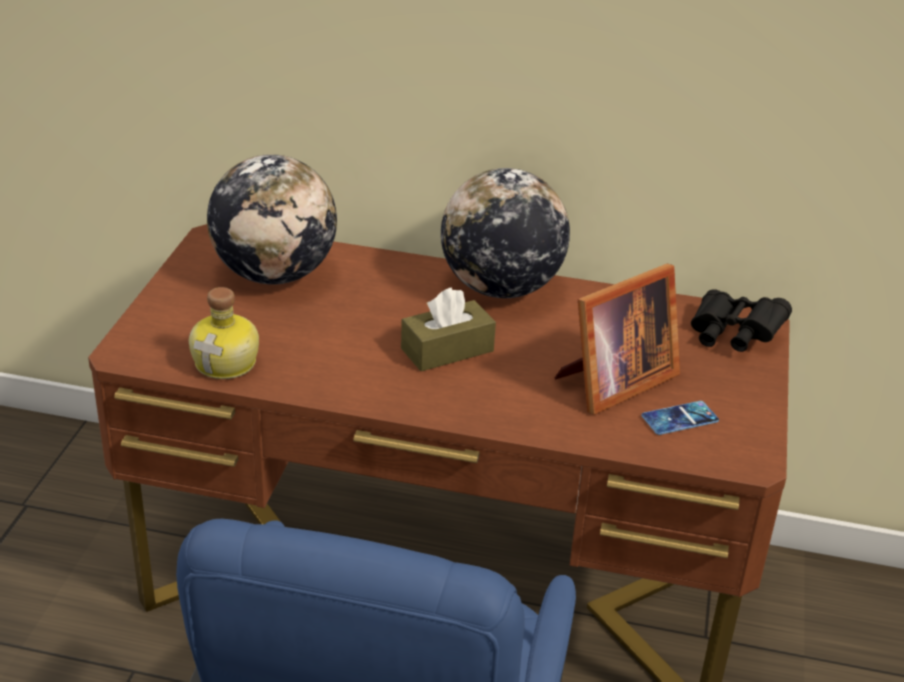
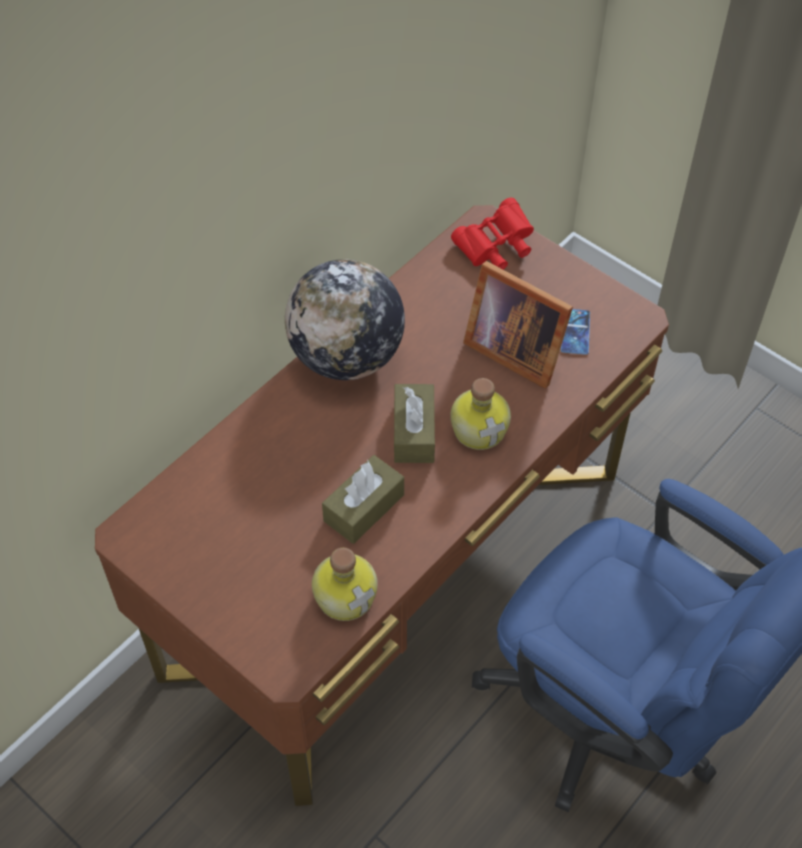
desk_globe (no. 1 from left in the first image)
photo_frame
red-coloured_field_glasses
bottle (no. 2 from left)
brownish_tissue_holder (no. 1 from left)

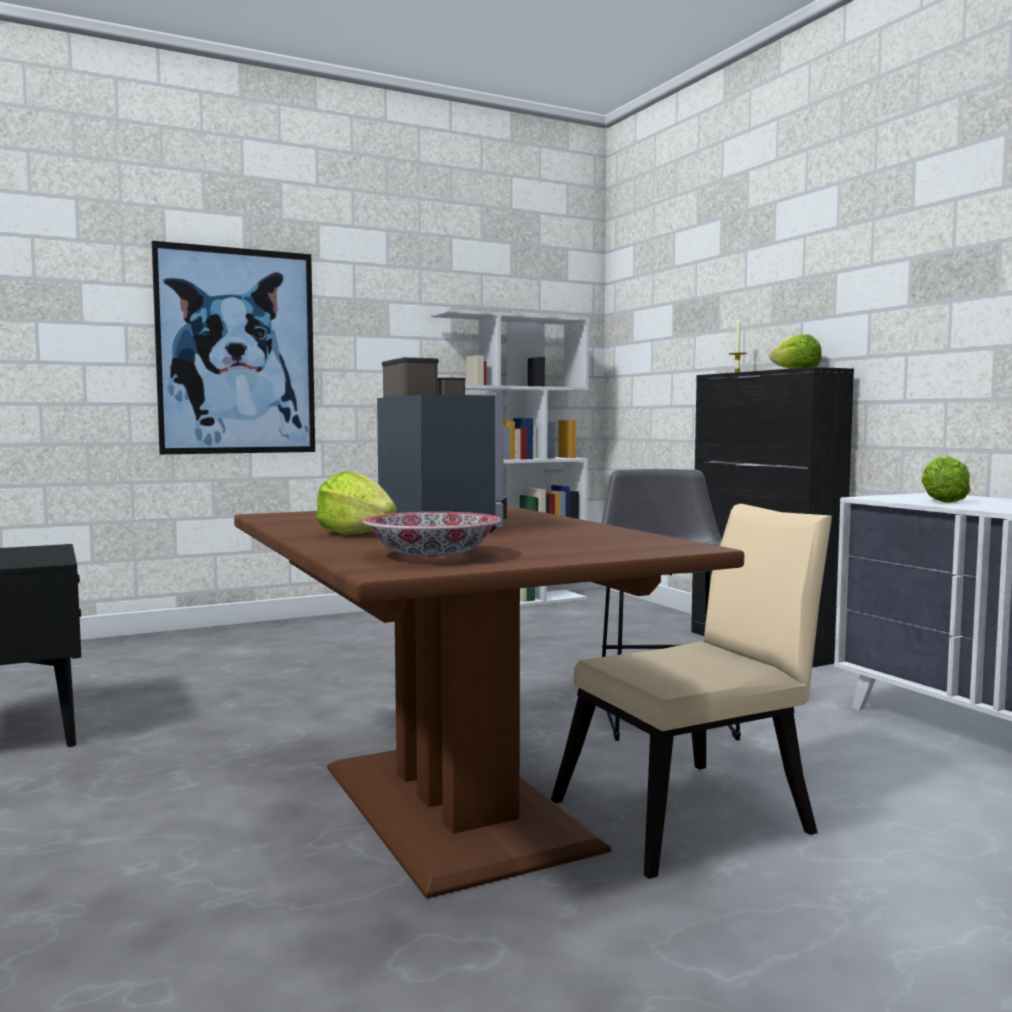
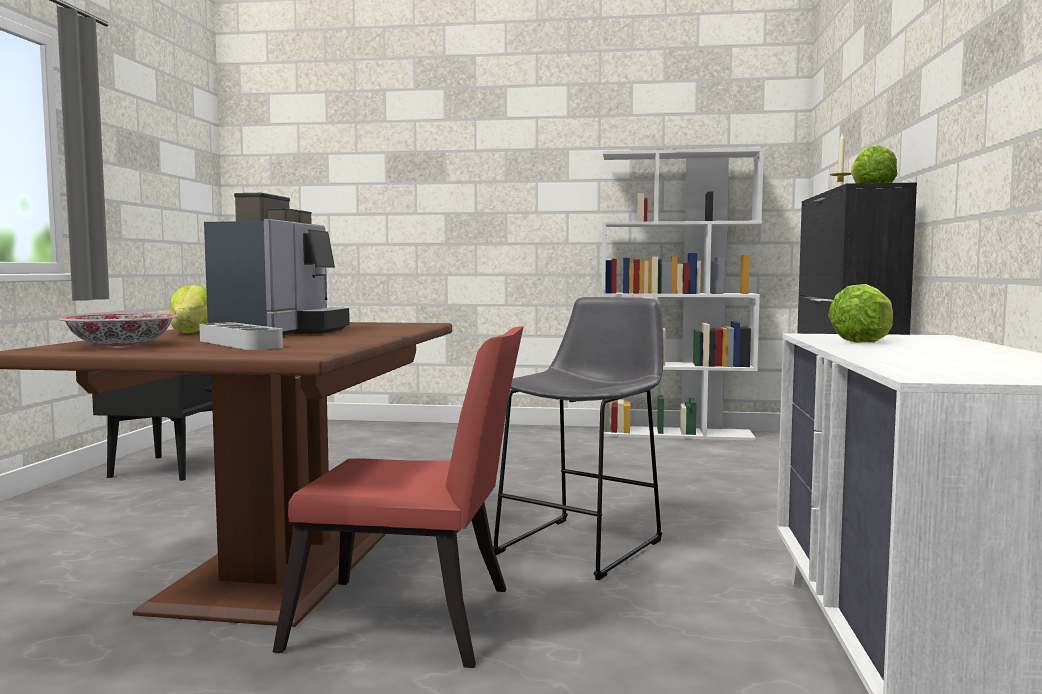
wall_picture
red-coloured_upright_chair
grey_carrying_tray

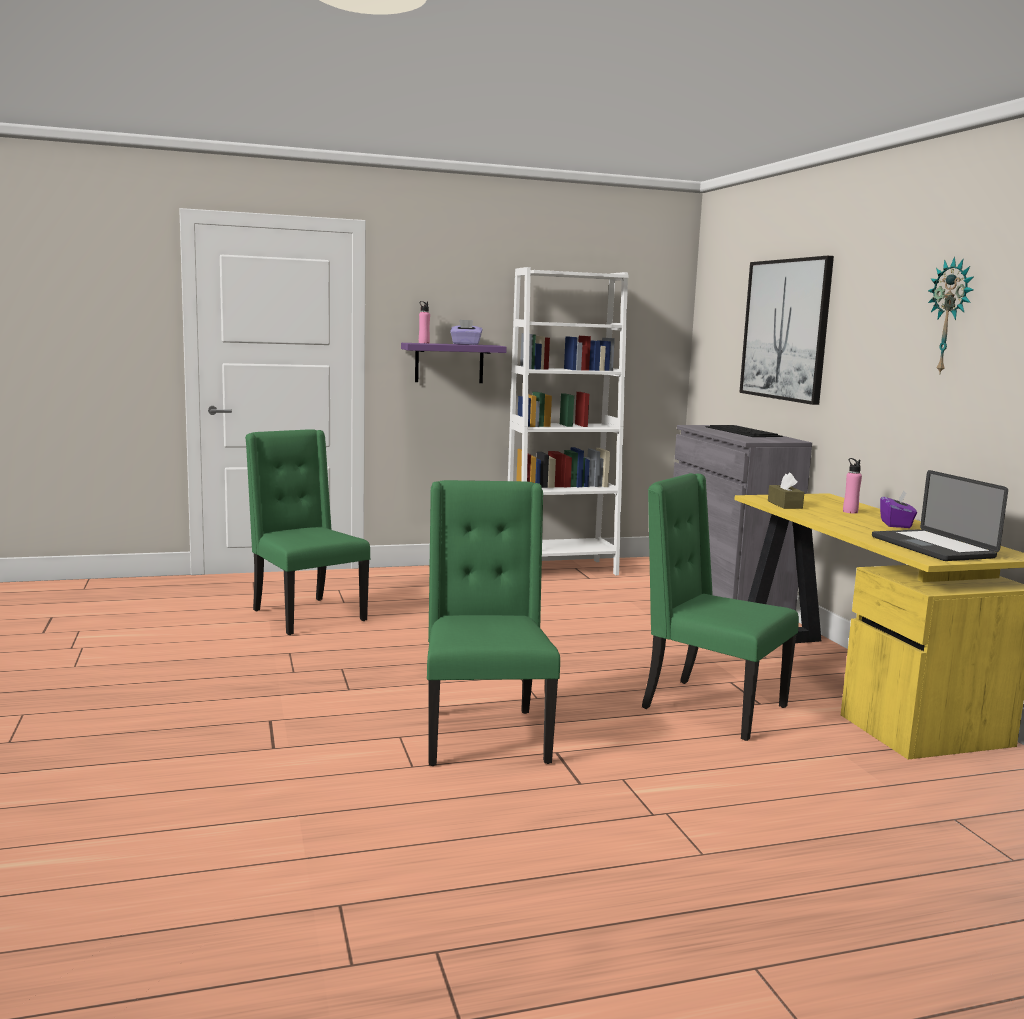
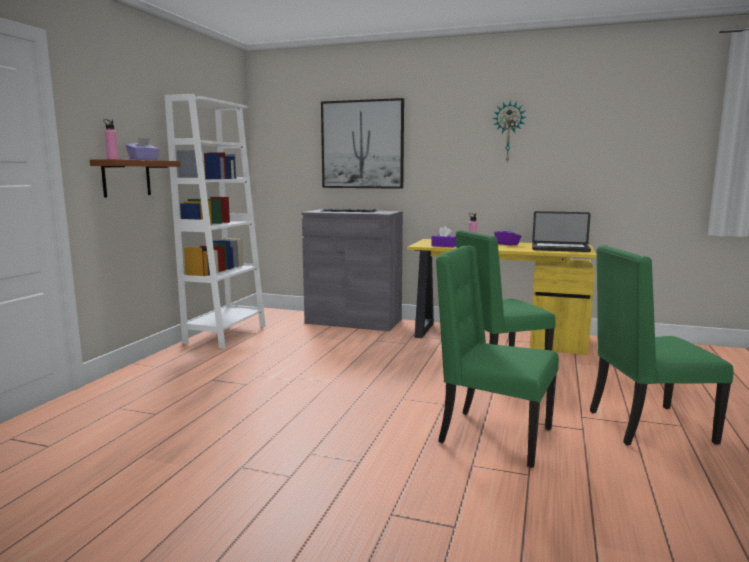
brownish_wall_shelf
green_upright_chair (no. 3 from left)
purple_tissue_holder (no. 2 from left)

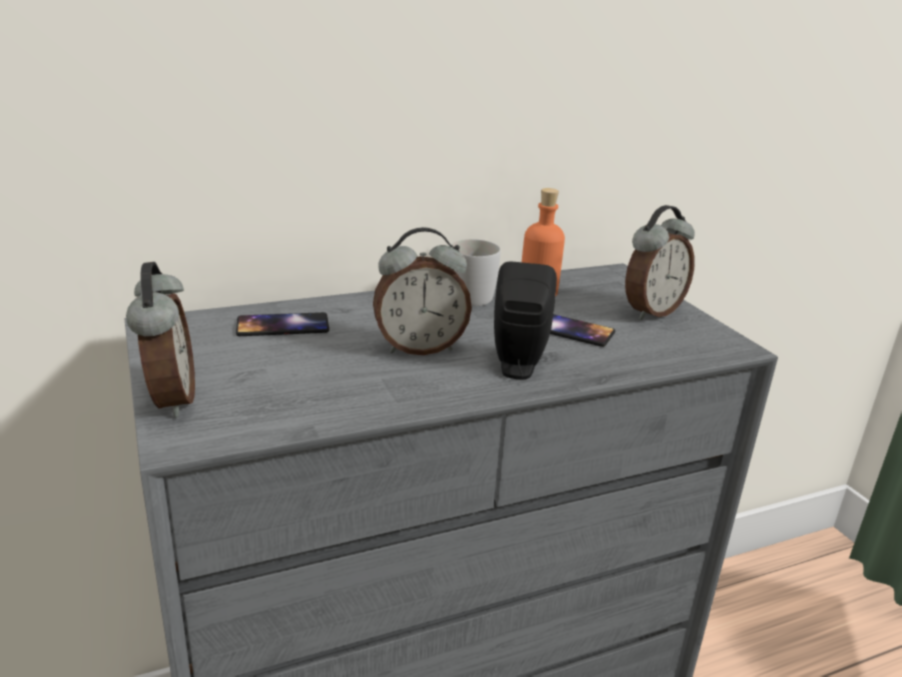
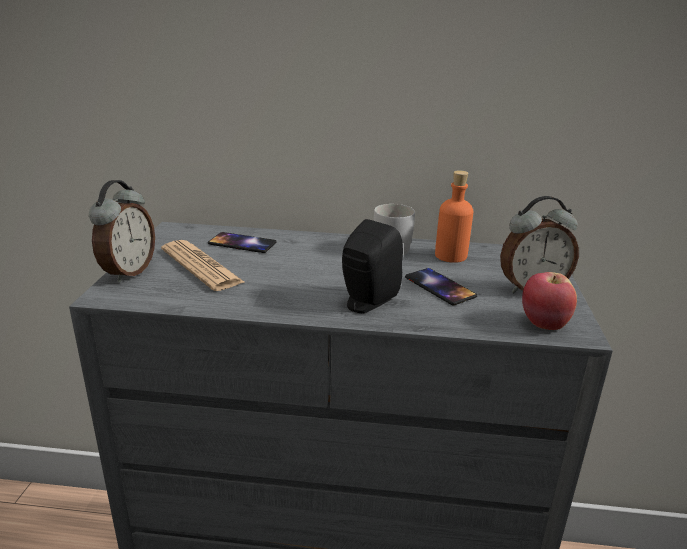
table_clock (no. 2 from left in the first image)
newspaper
whole_apple

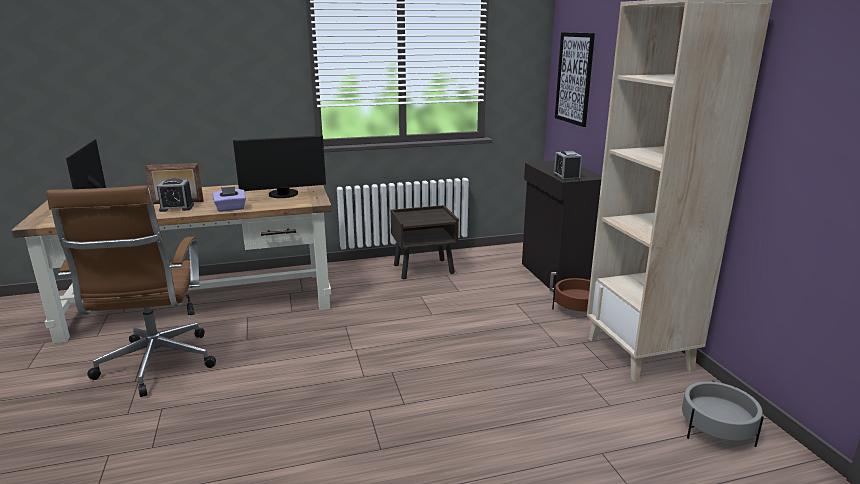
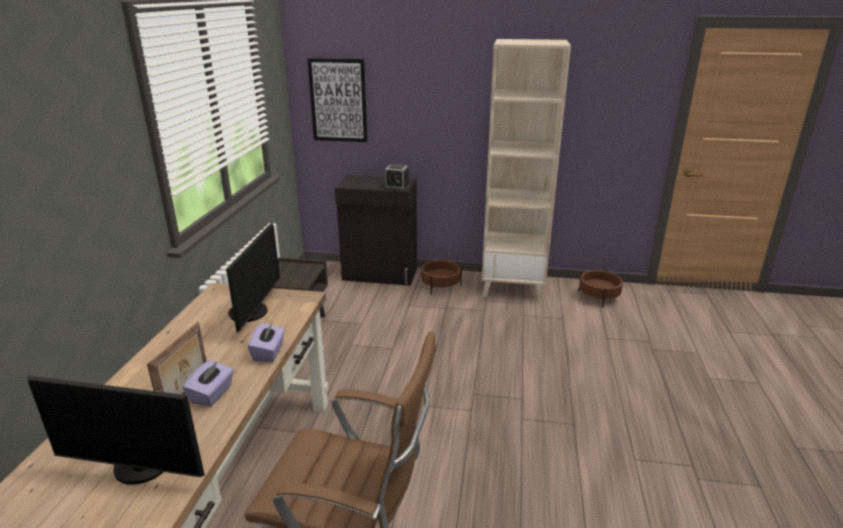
purple_tissue_holder (no. 1 from left)
brownish_flower_pot (no. 2 from left)

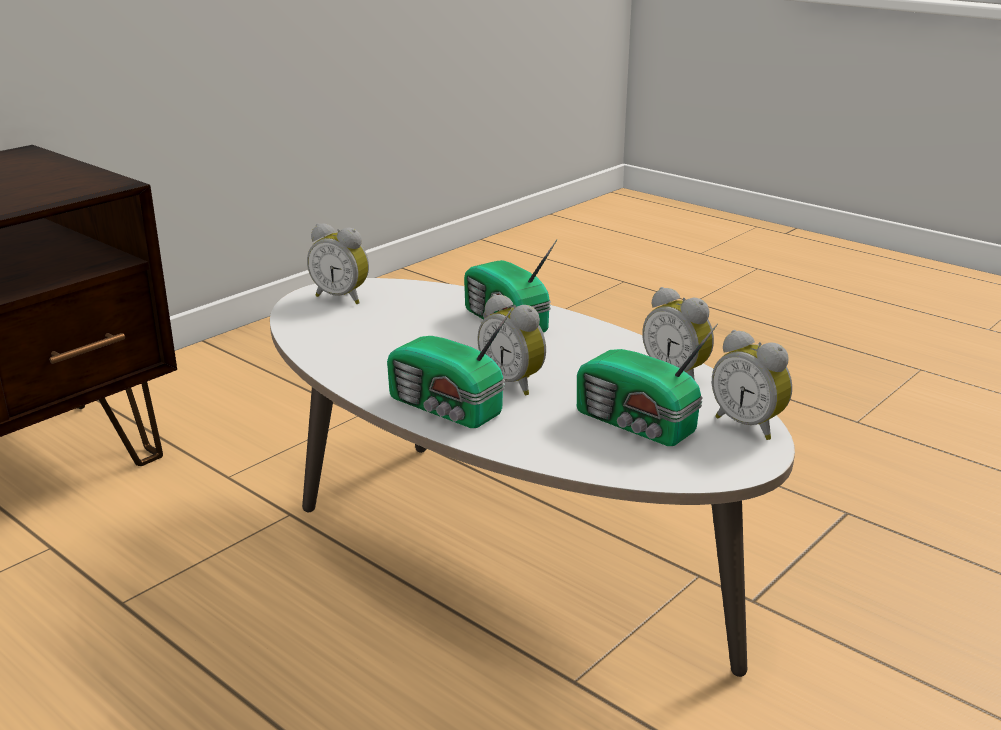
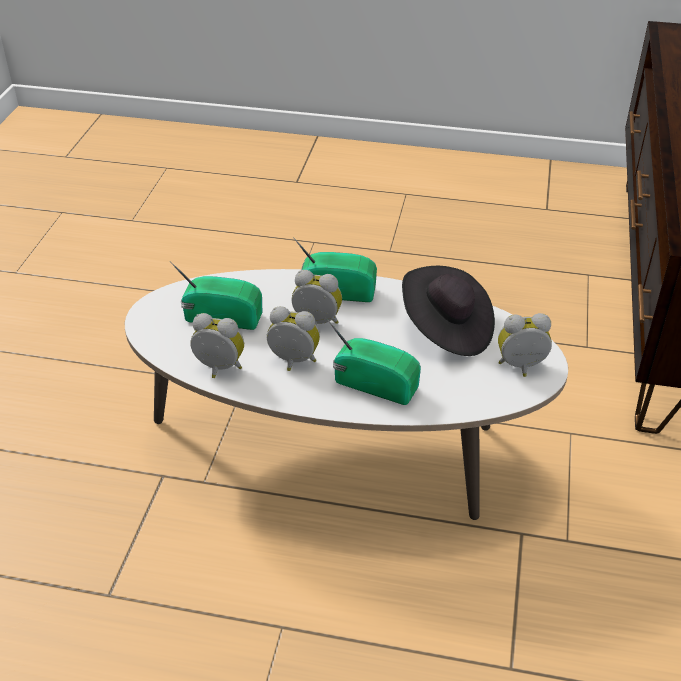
table_clock (no. 2 from left)
black-coloured_hat

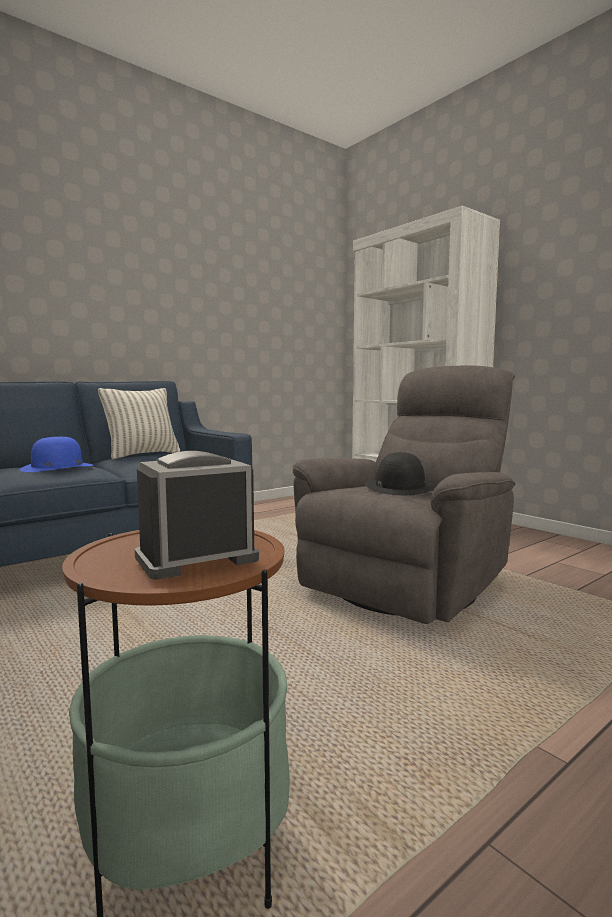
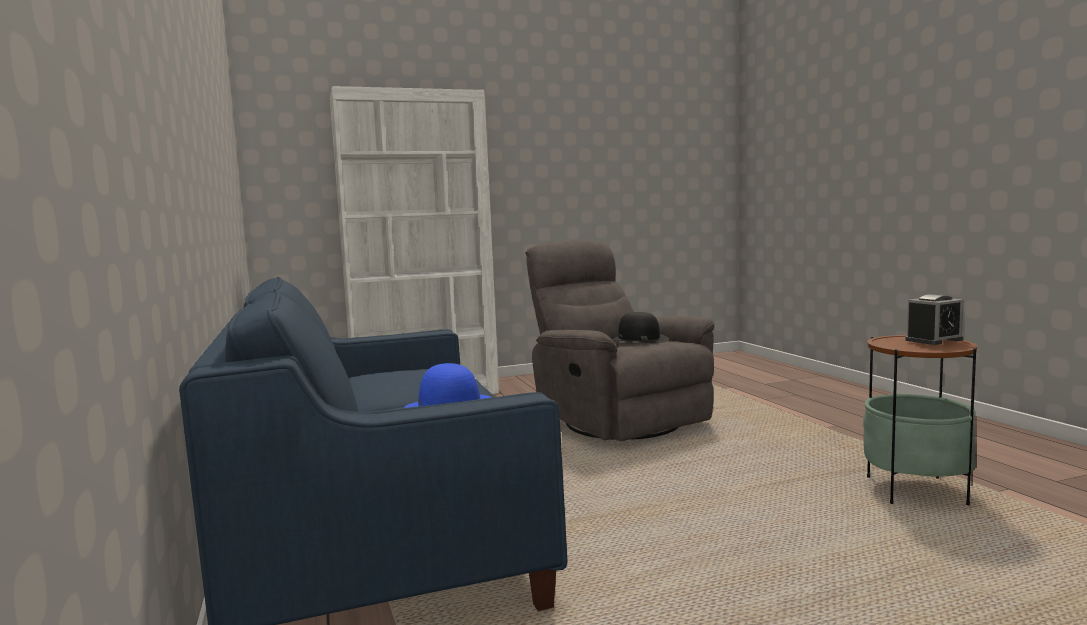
throw_pillow
table_clock

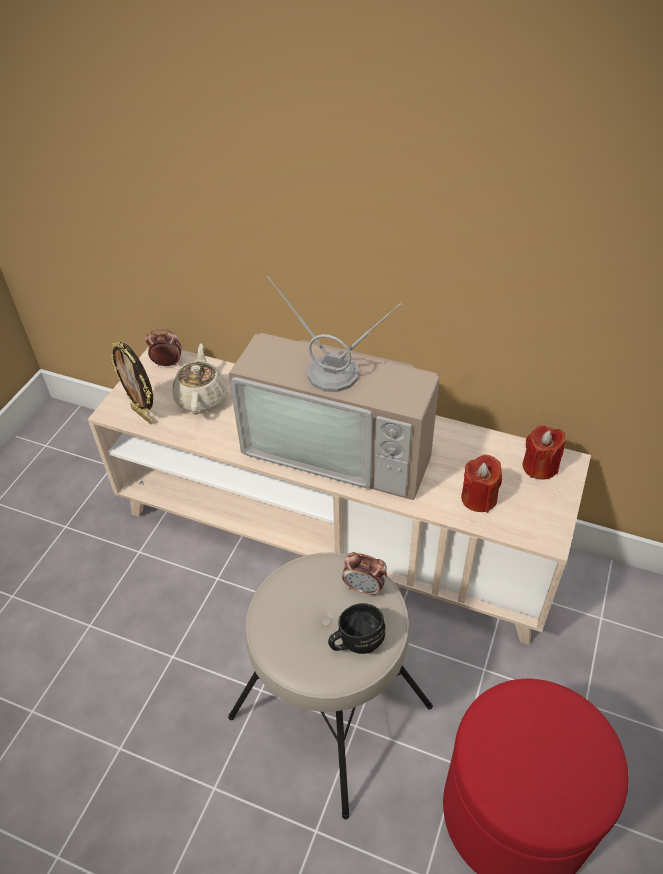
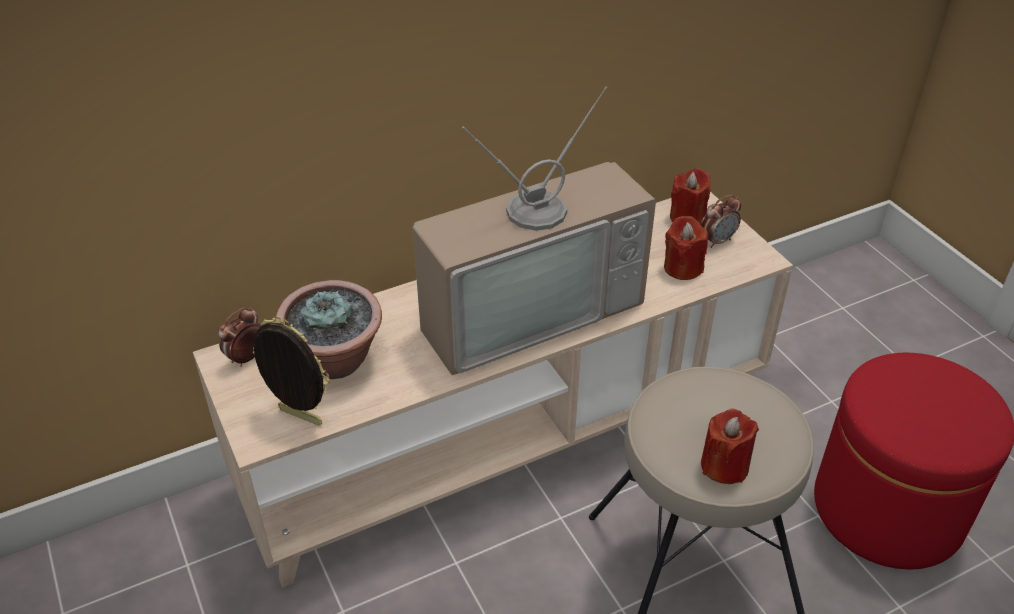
photo_frame
potted_plant
table_clock (no. 2 from left)
black-coloured_coffee_mug
red-coloured_wax_light (no. 3 from left)

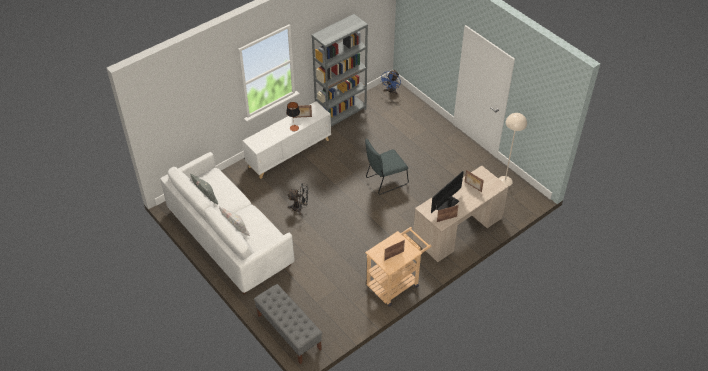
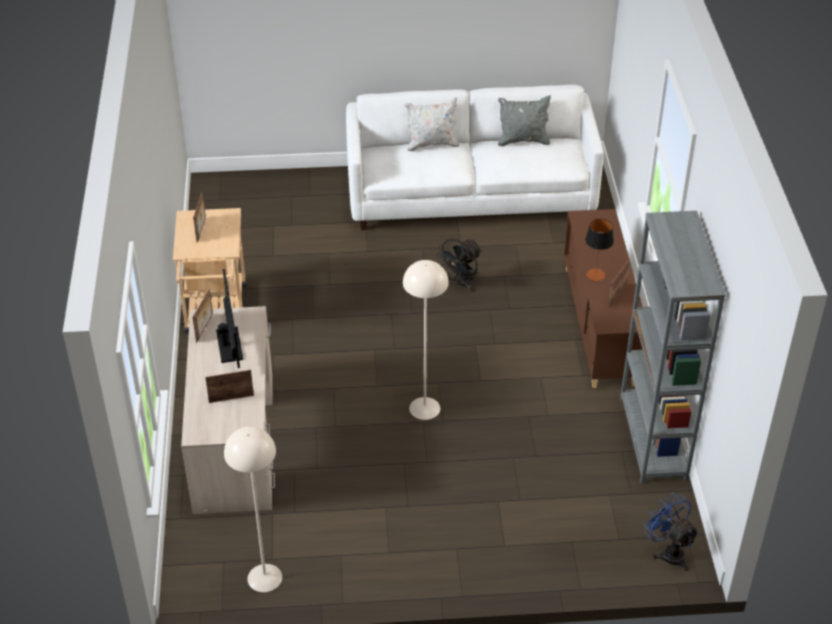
brownish_cabinet
beige-coloured_standard_lamp (no. 2 from left)
grey_bench

